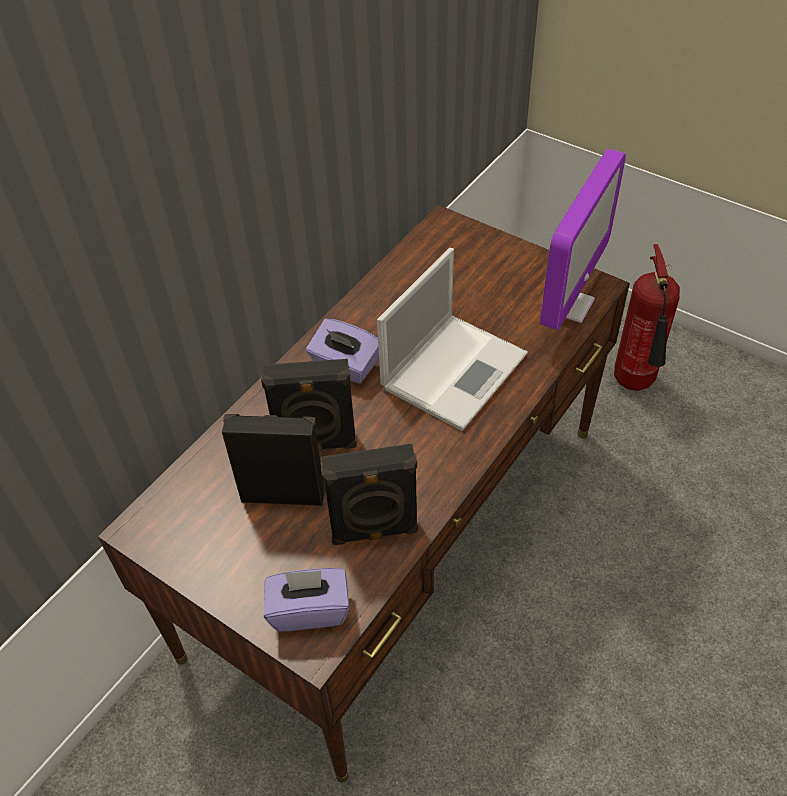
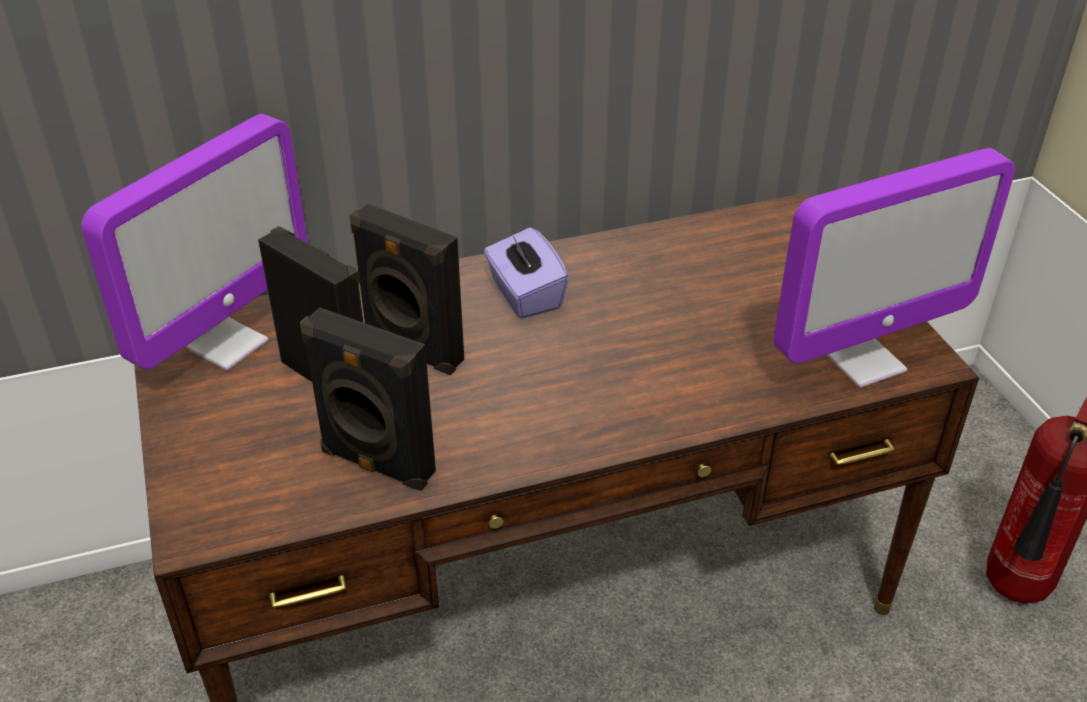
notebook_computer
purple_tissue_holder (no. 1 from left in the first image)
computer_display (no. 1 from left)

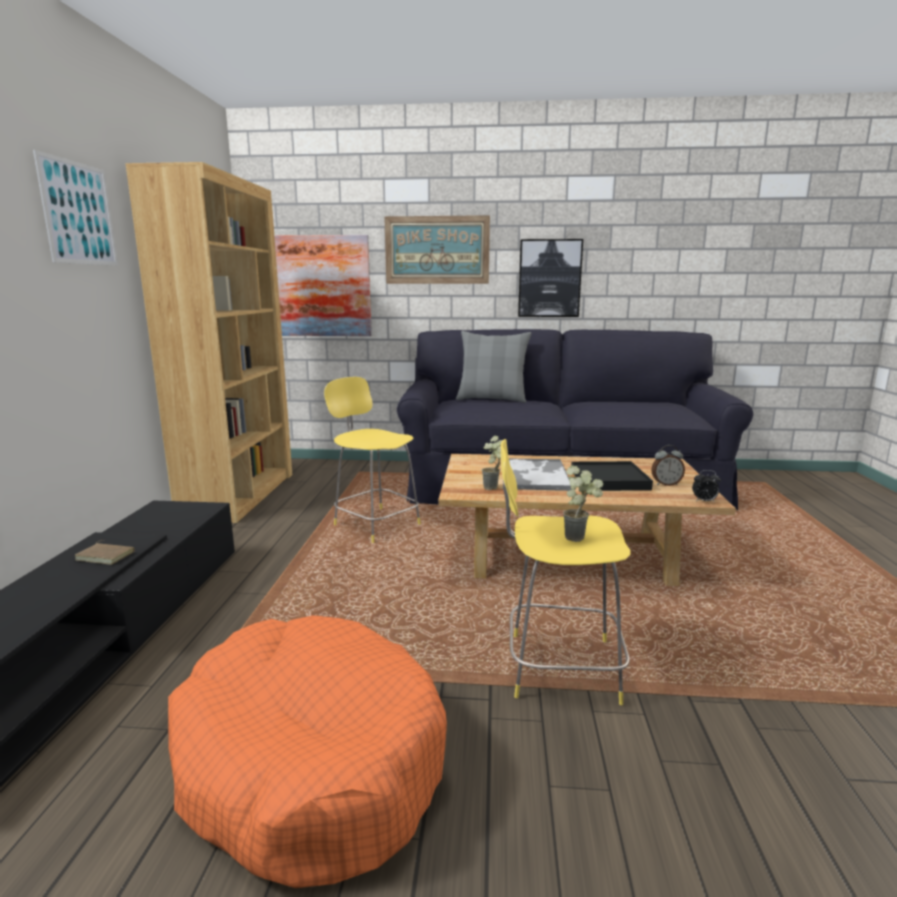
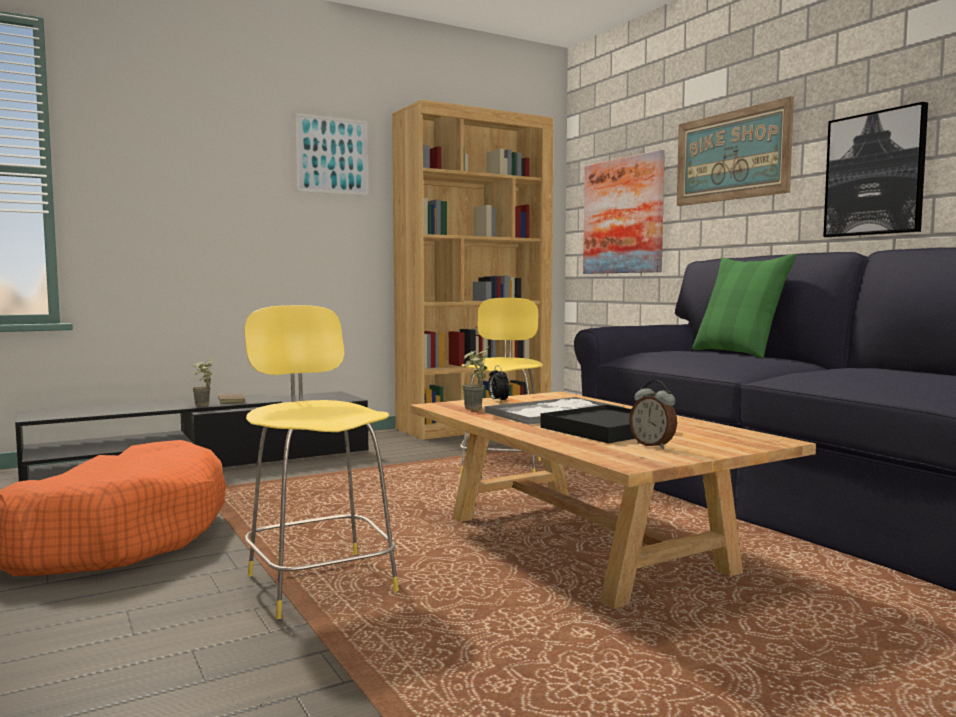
green_throw_pillow
potted_plant (no. 1 from left)
table_clock (no. 1 from left)

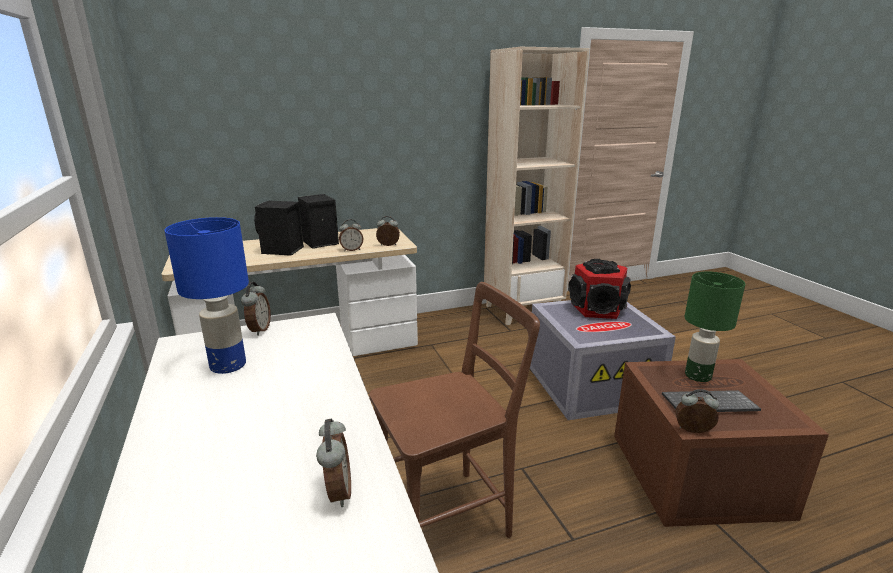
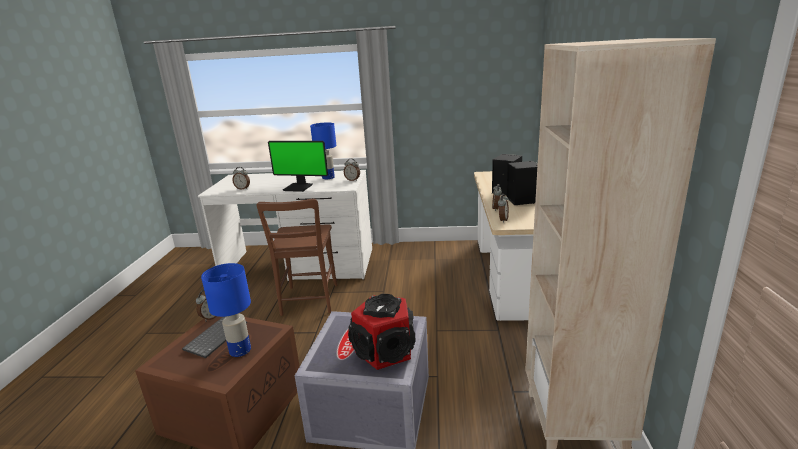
blue_table_lamp (no. 1 from left)
computer_display

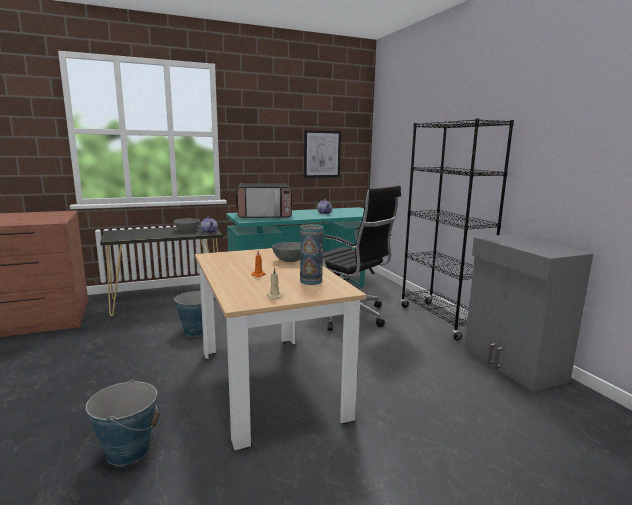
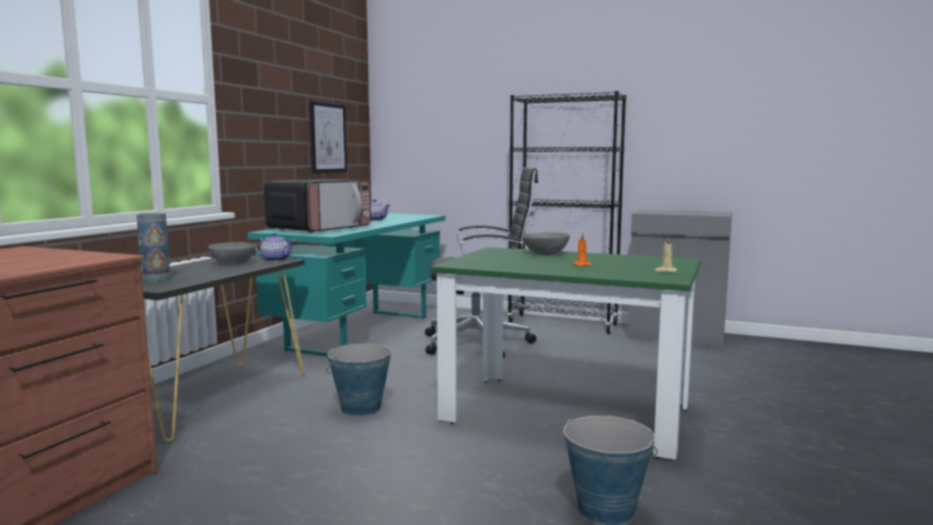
vase
green_kitchen_table

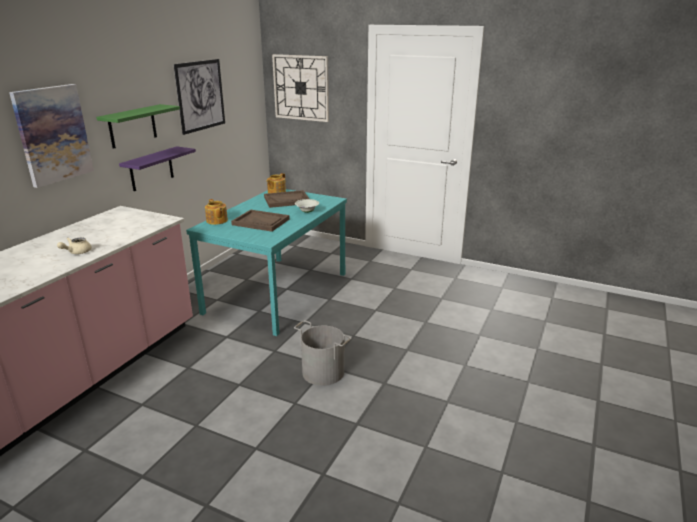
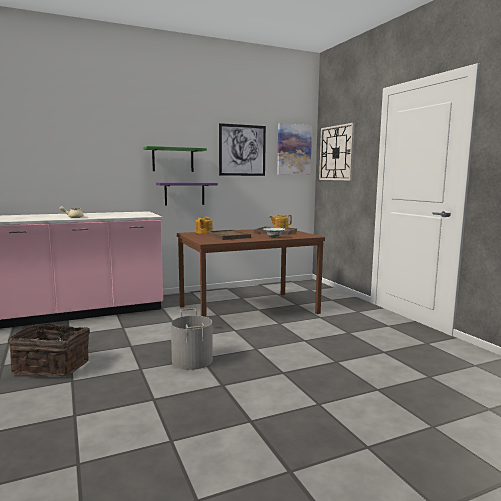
wall_picture (no. 2 from left)
brownish_kitchen_table
storage_basket

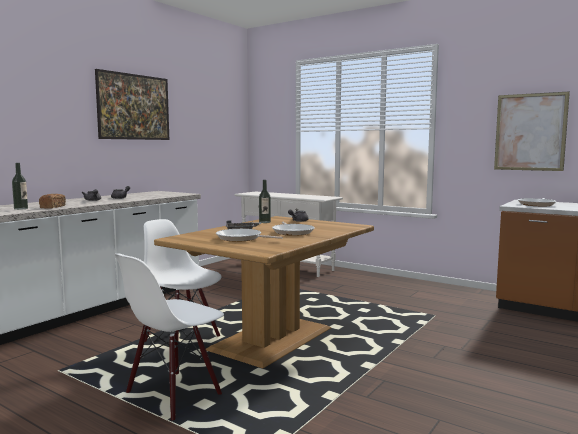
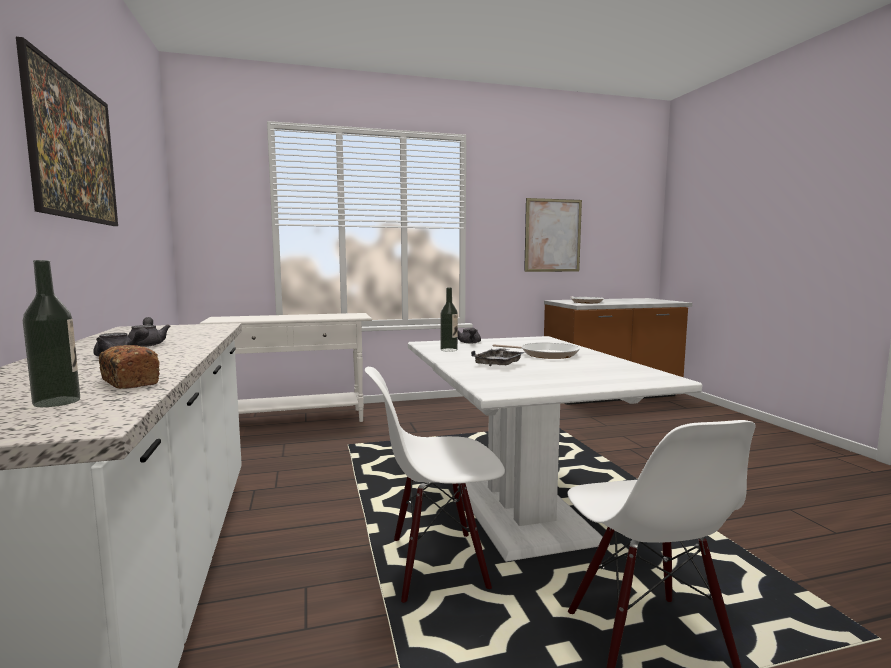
white-coloured_kitchen_table
skillet (no. 1 from left in the first image)

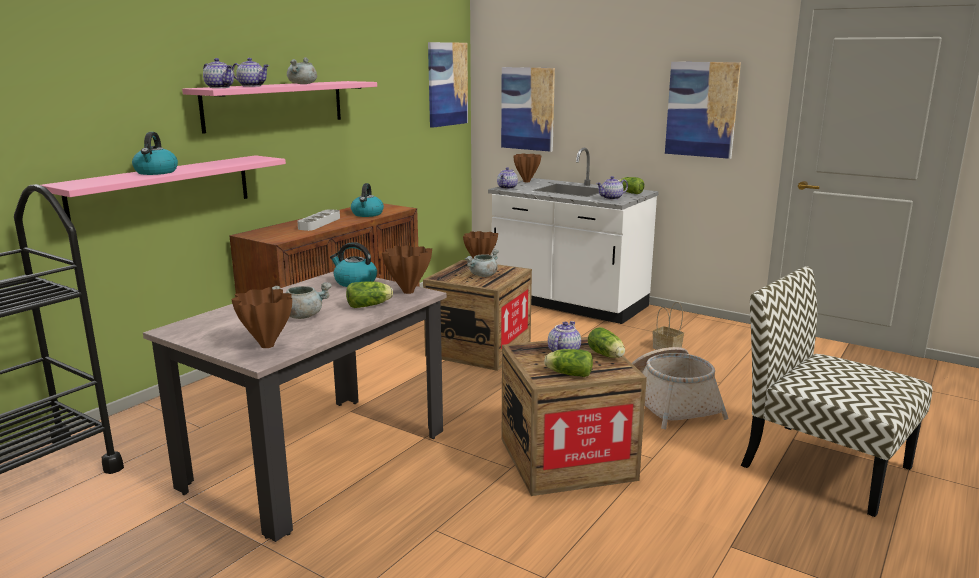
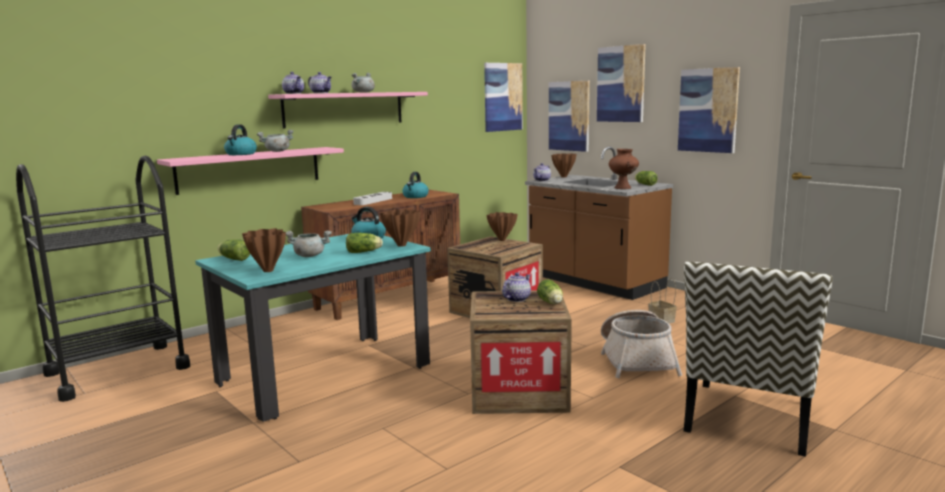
brownish_counter
brownish_vase (no. 5 from left)
grey_saucepot (no. 1 from left)
upright_chair
turquoise-coloured_kitchen_table
lettuce (no. 1 from left)
wall_picture (no. 3 from left)

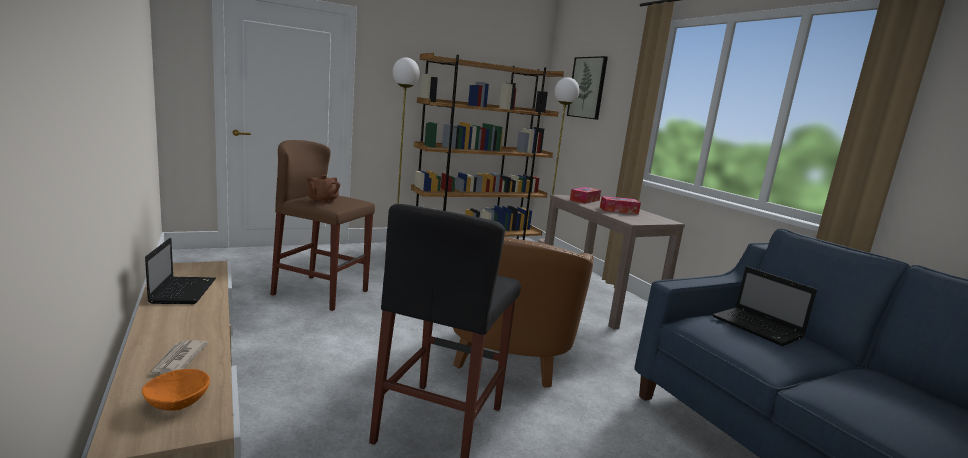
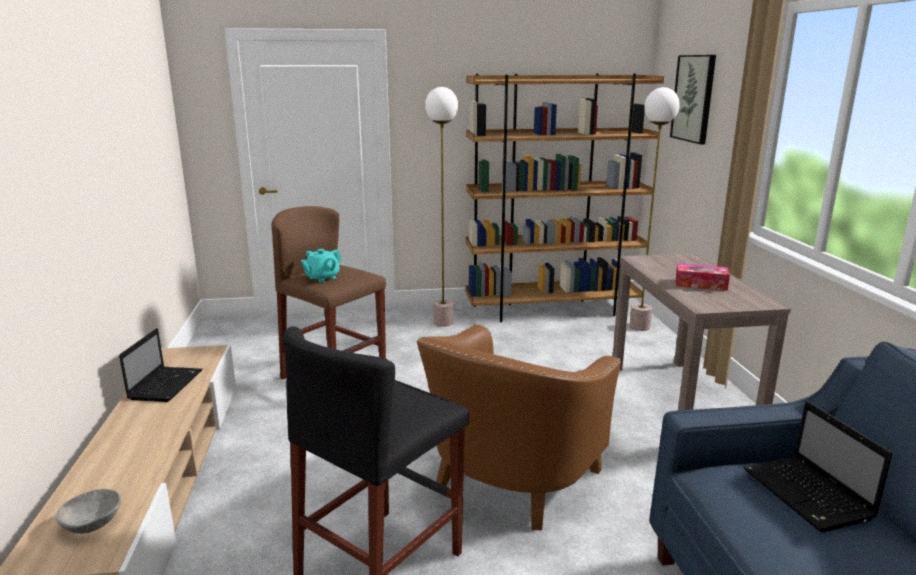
turquoise-coloured_pot_for_tea
tissue_holder (no. 1 from left in the first image)
newspaper
grey_serving_bowl

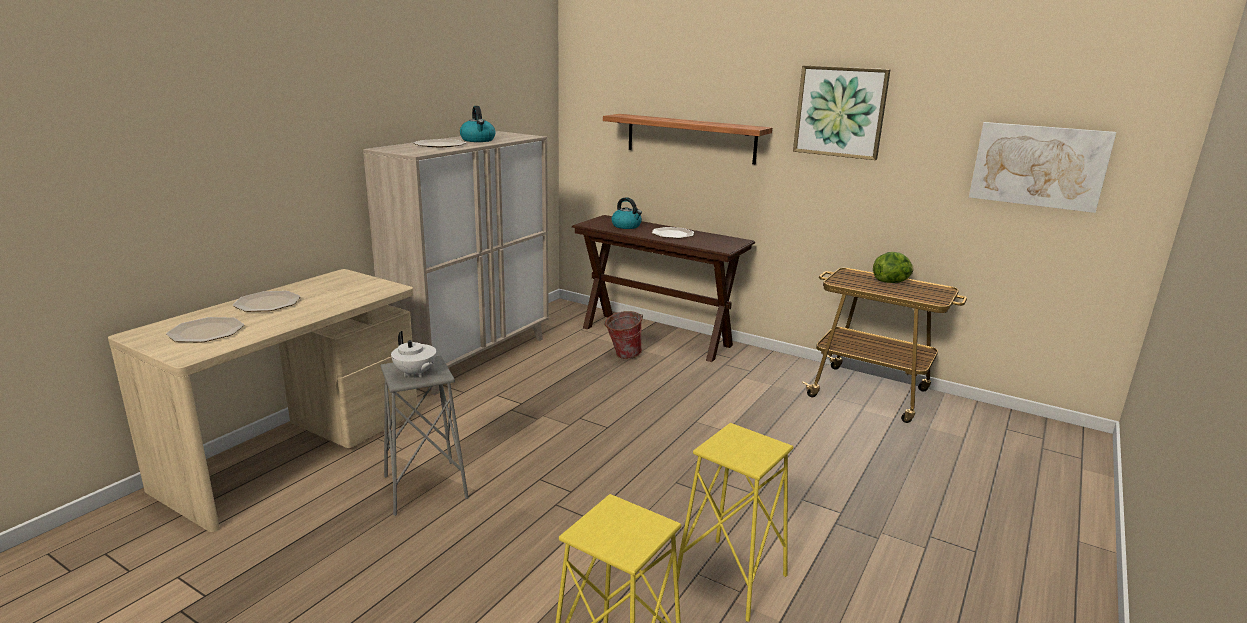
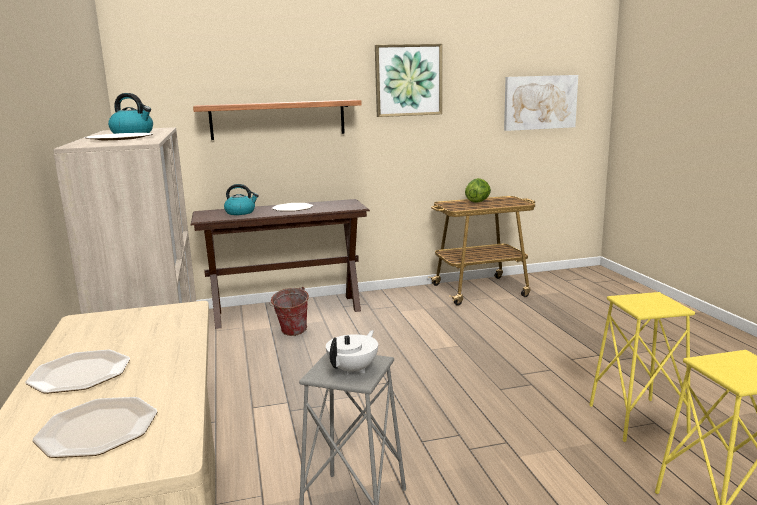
white-coloured_pot_for_tea

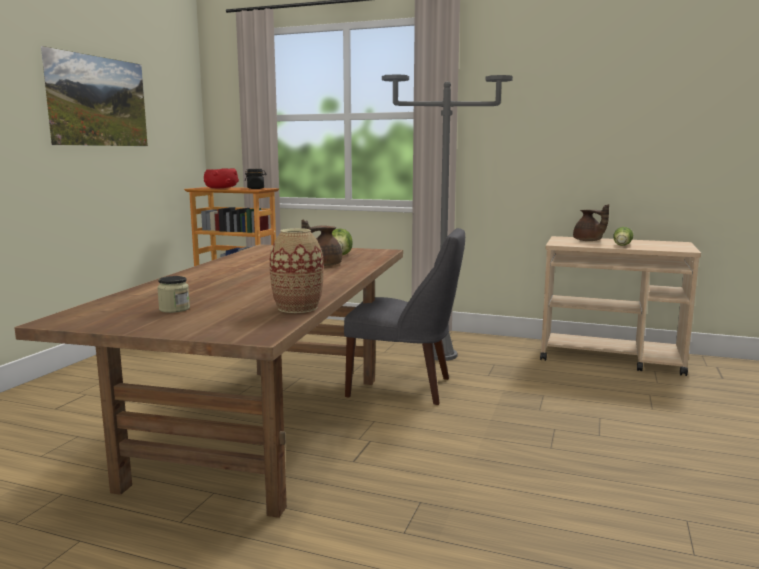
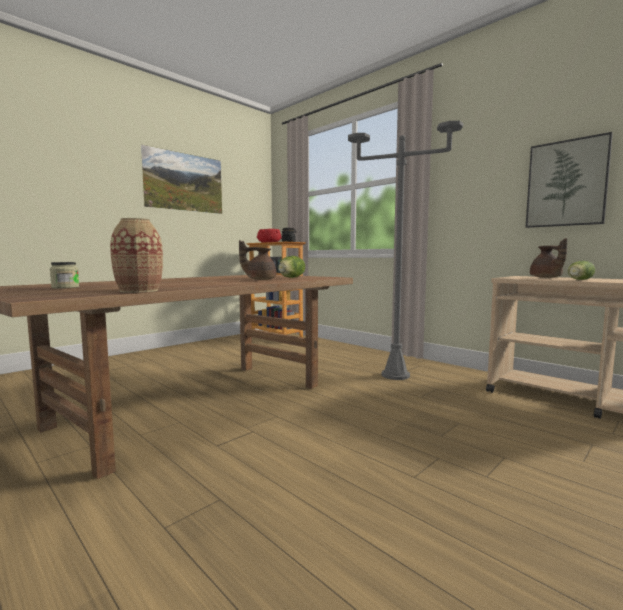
grey_upright_chair
wall_picture (no. 2 from left)

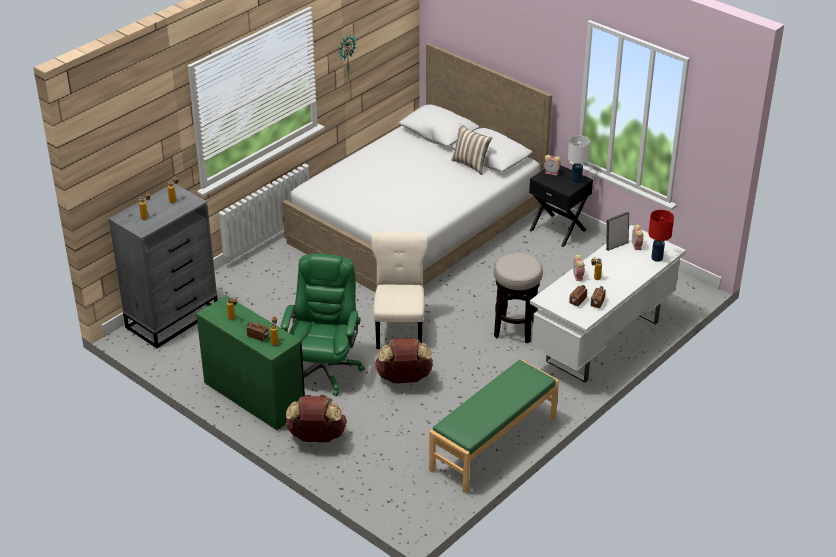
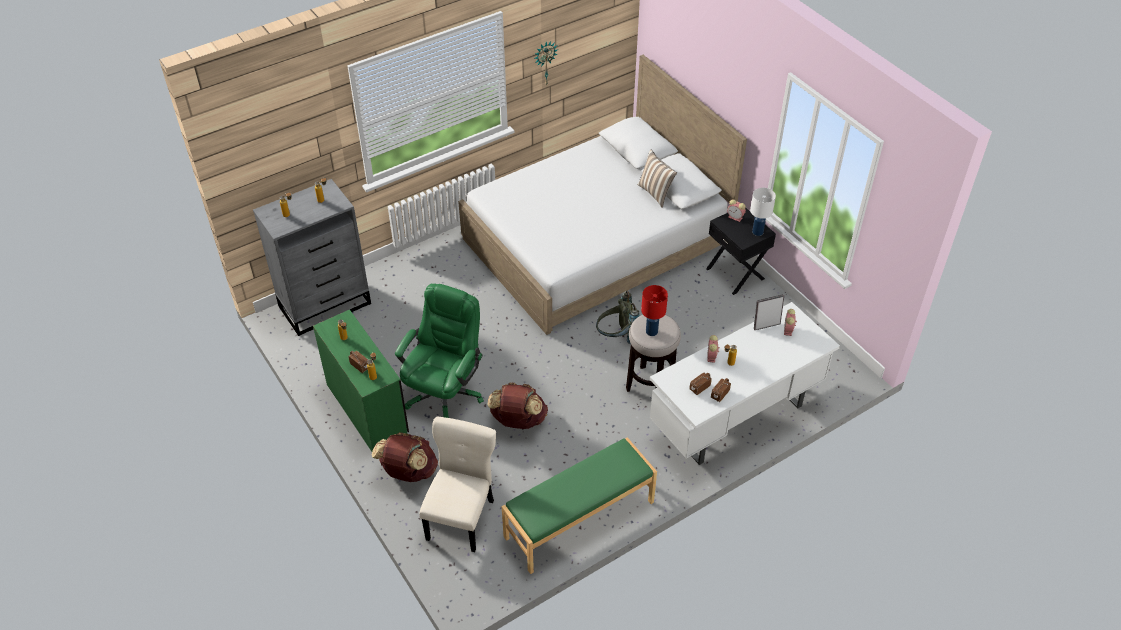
red-coloured_table_lamp
beige-coloured_upright_chair
grey_backpack

